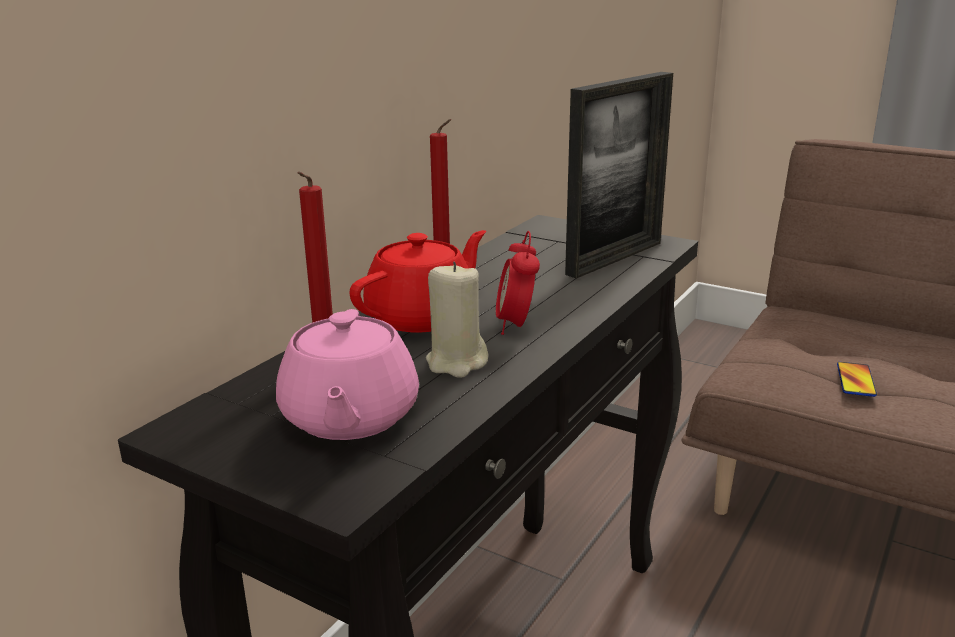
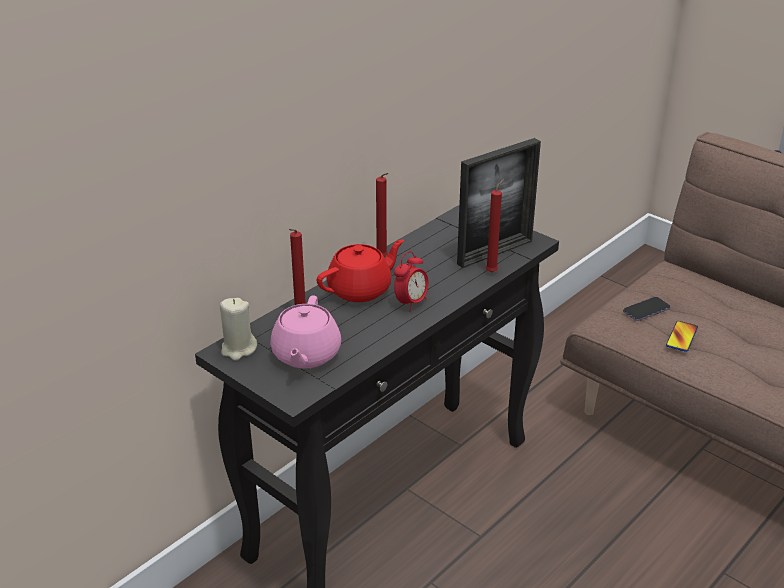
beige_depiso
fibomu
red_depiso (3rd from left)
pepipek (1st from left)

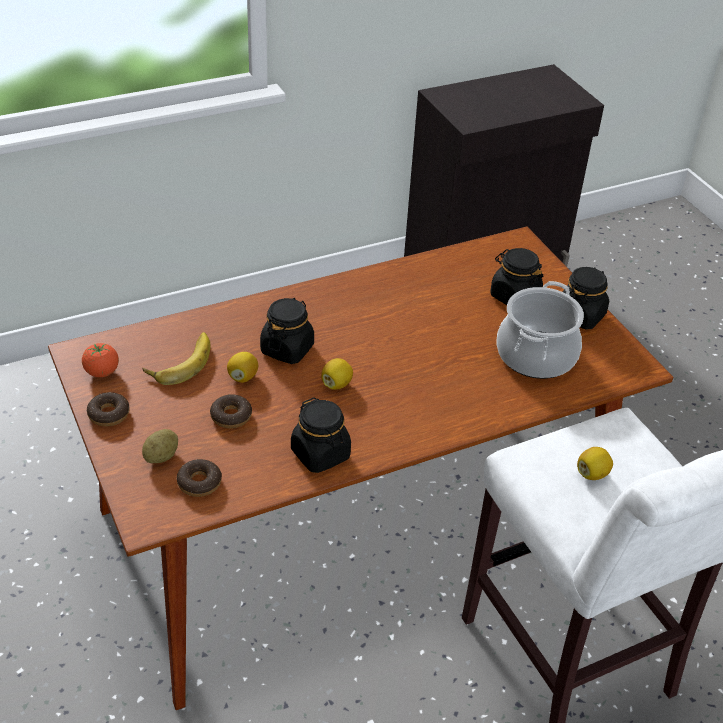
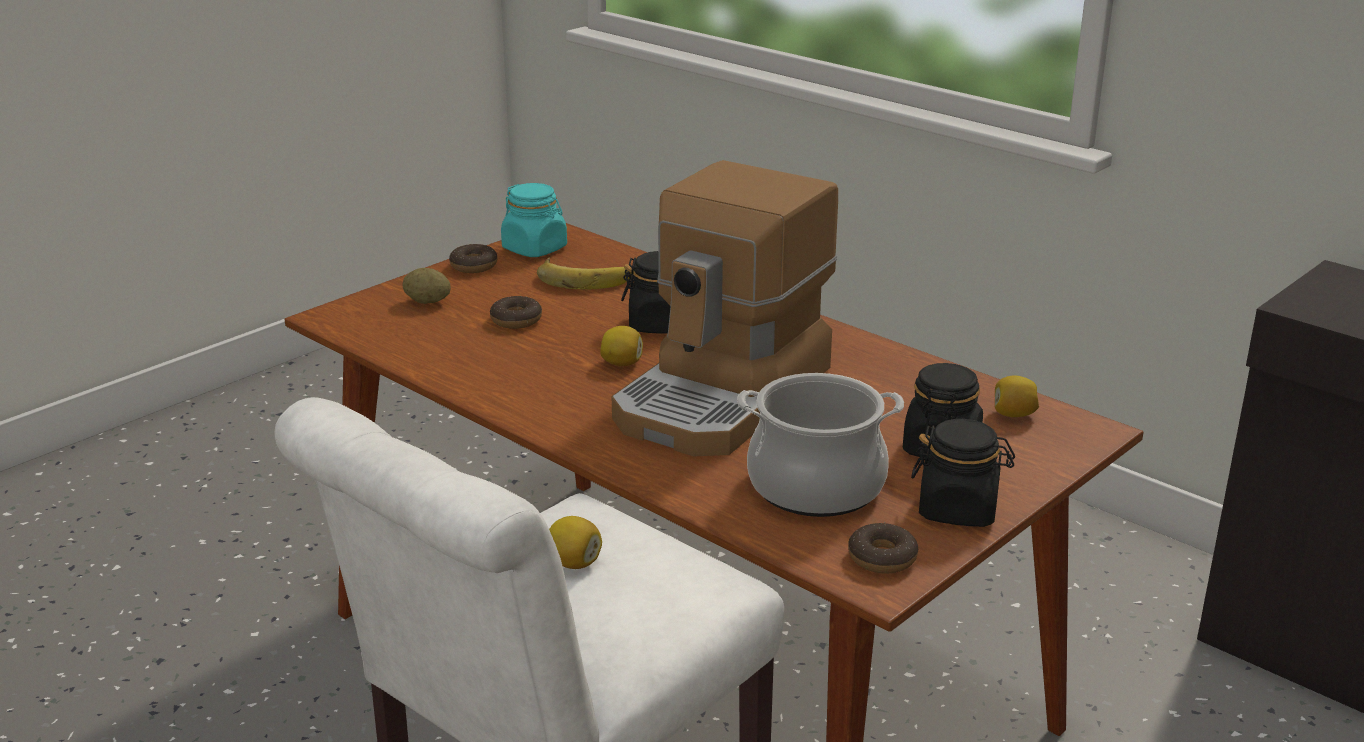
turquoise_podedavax
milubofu (3rd from left)
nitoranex (3rd from left)
black_podedavax (2nd from left in the first image)
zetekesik

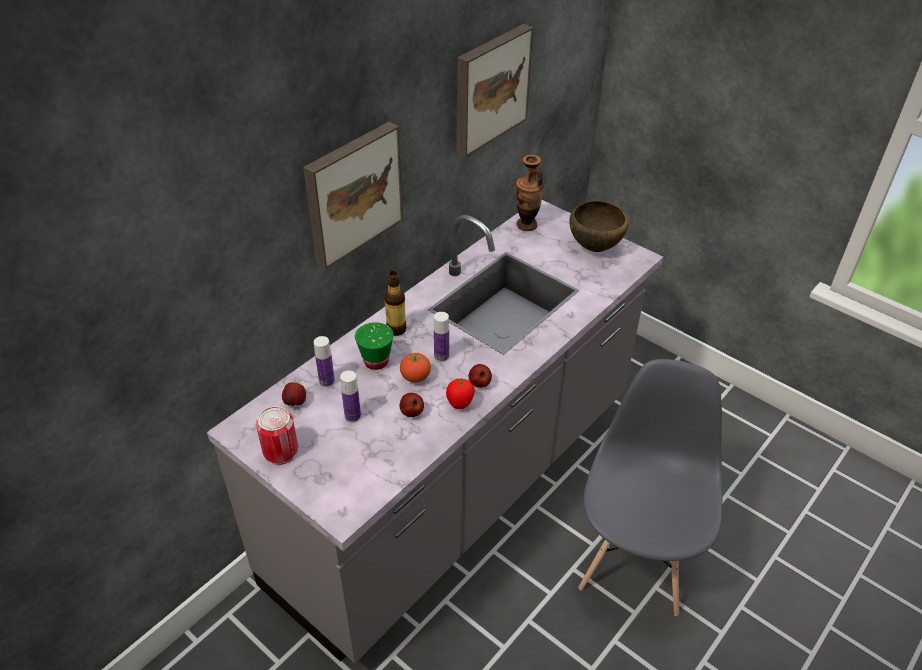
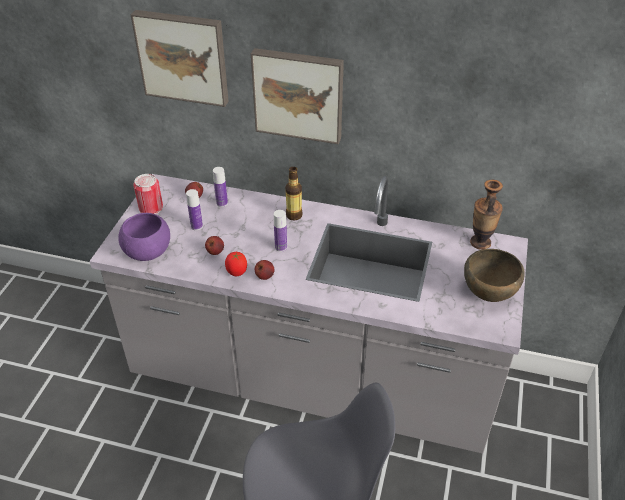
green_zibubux
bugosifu (1st from left in the first image)
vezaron (1st from left)
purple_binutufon

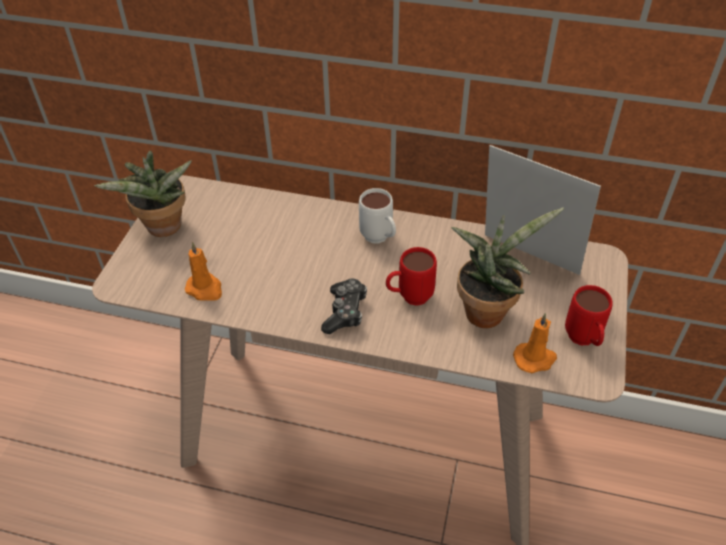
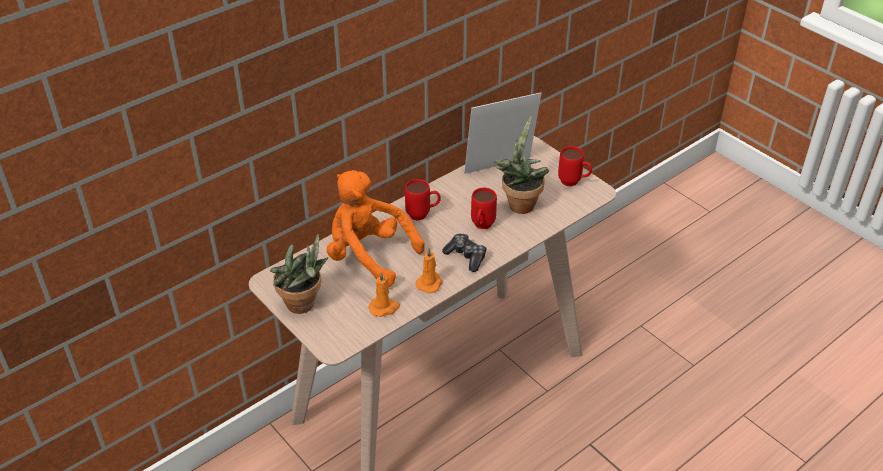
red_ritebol (1st from left)
orange_depiso (2nd from left)
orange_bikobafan

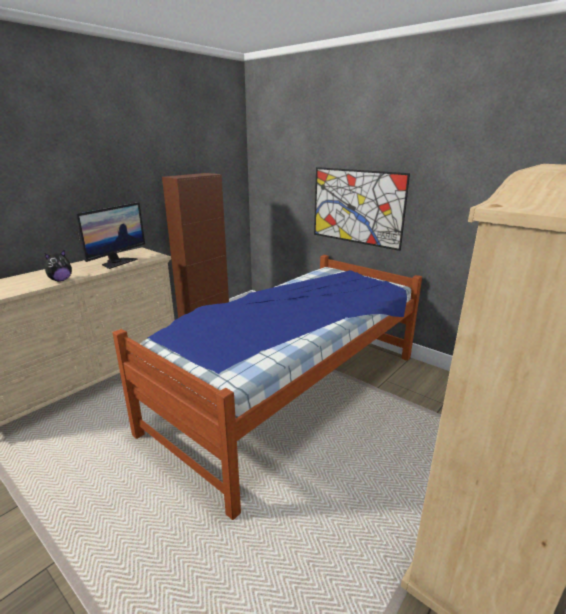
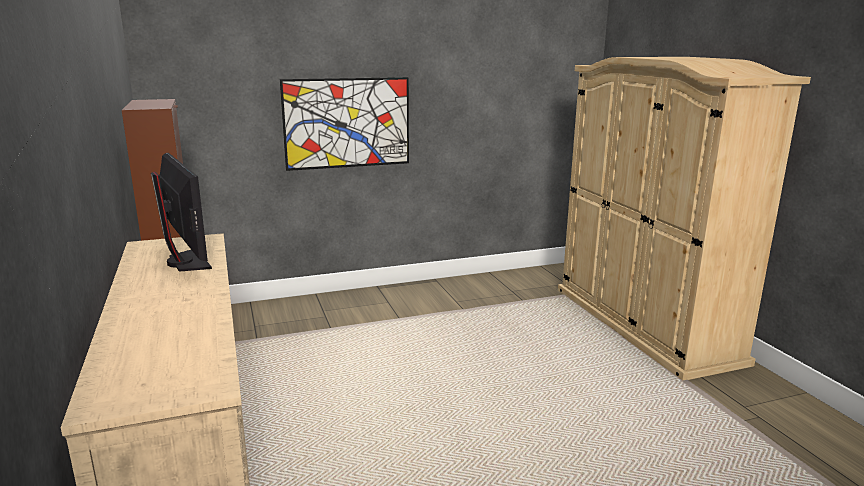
bikobafan
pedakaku

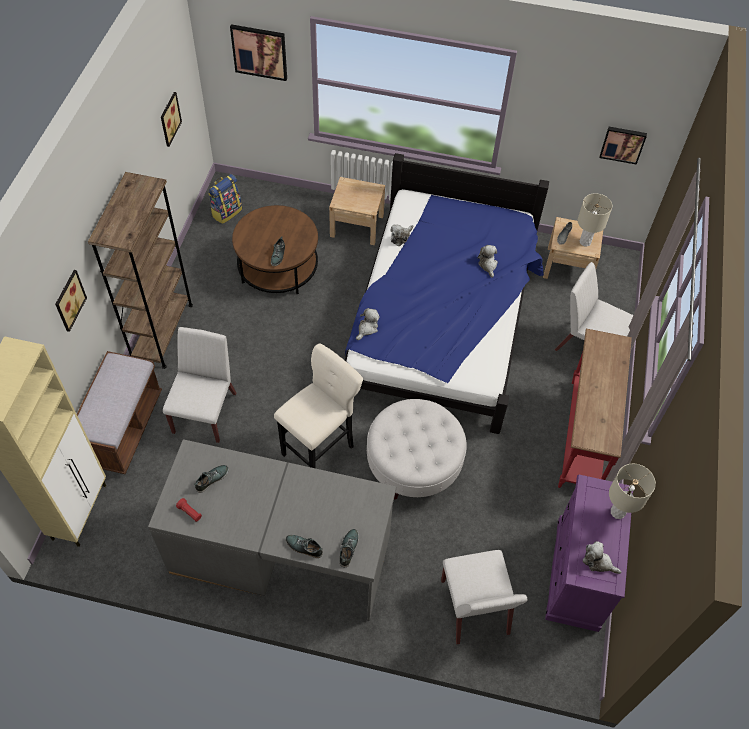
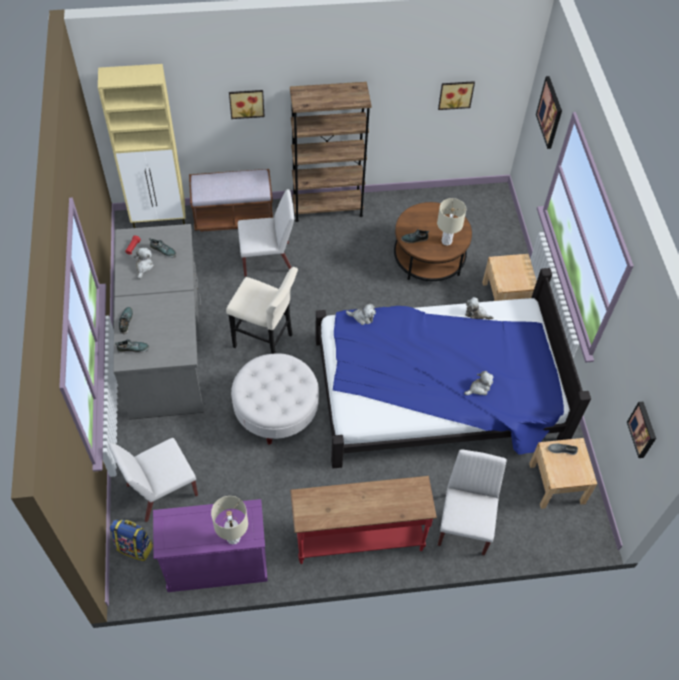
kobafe
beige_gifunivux (2nd from left)
bikobafan (1st from left)

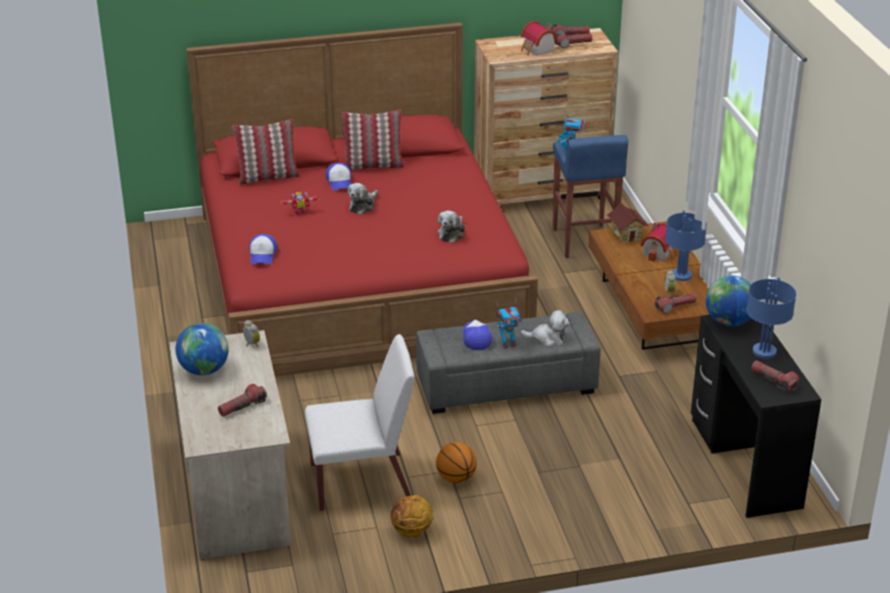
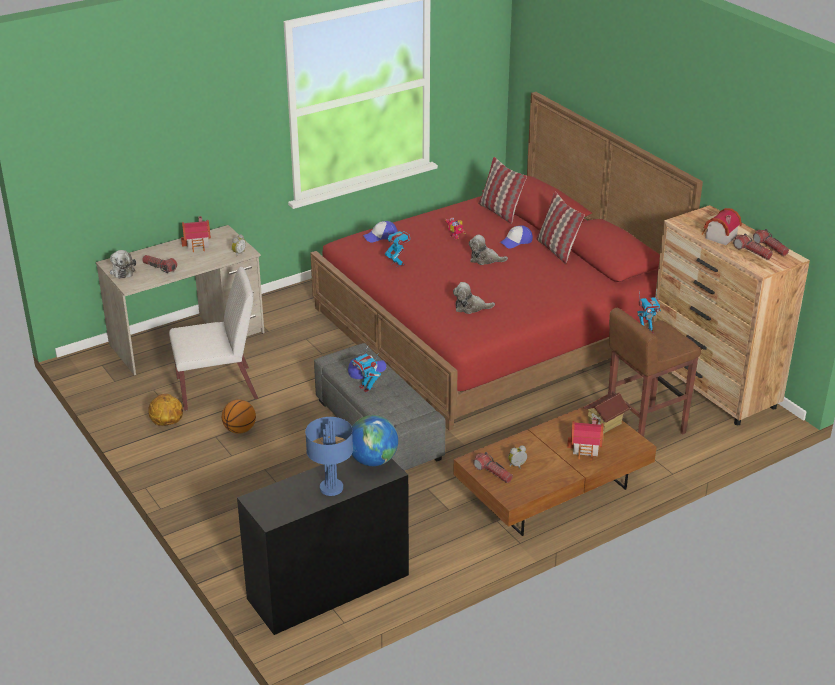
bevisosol (1st from left)
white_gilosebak
bikobafan (1st from left)
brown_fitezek
blue_gifunivux (1st from left in the first image)
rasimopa (5th from left in the first image)
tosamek (2nd from left)

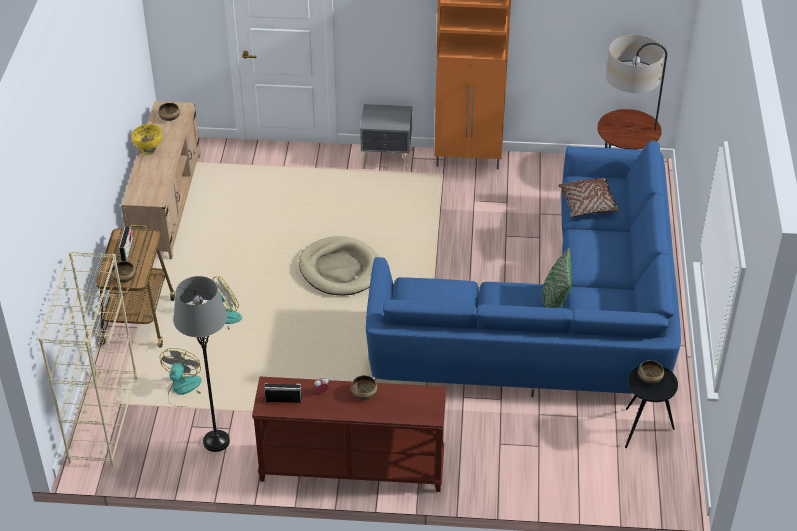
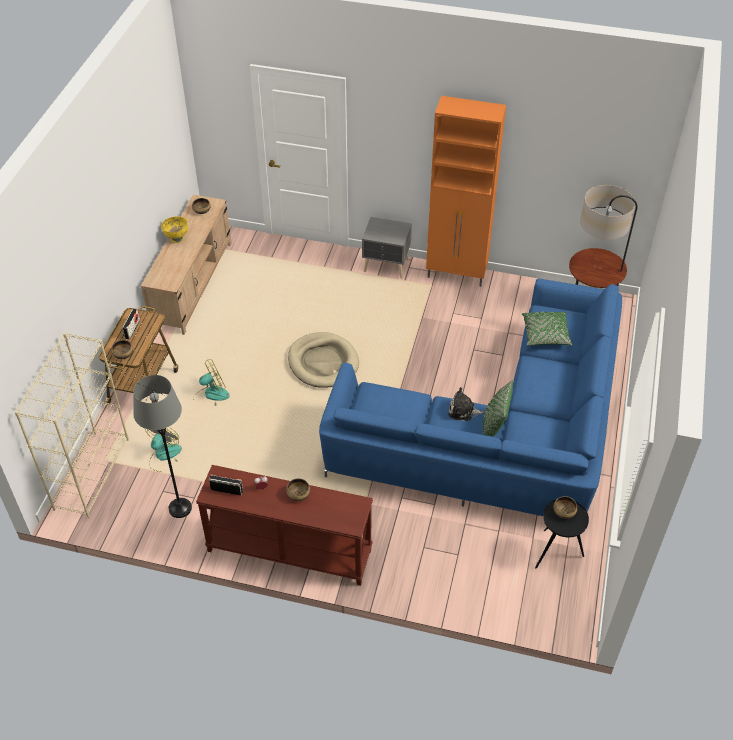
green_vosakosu (2nd from left)
bikobafan

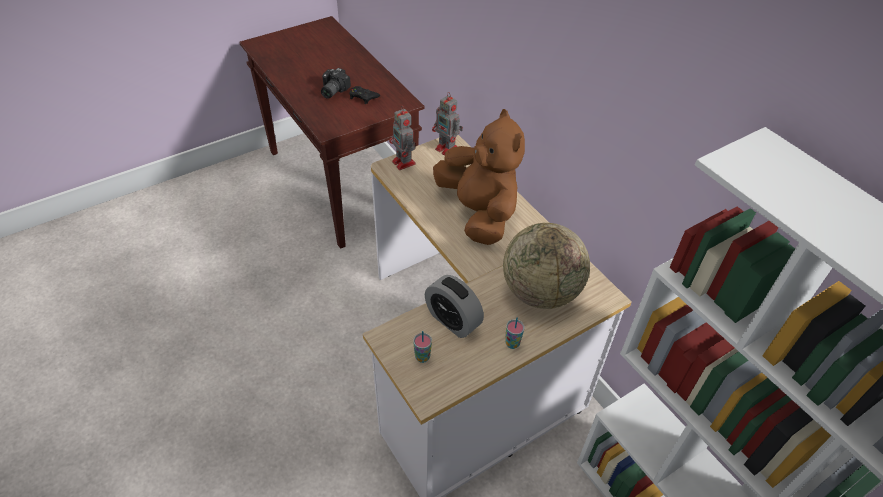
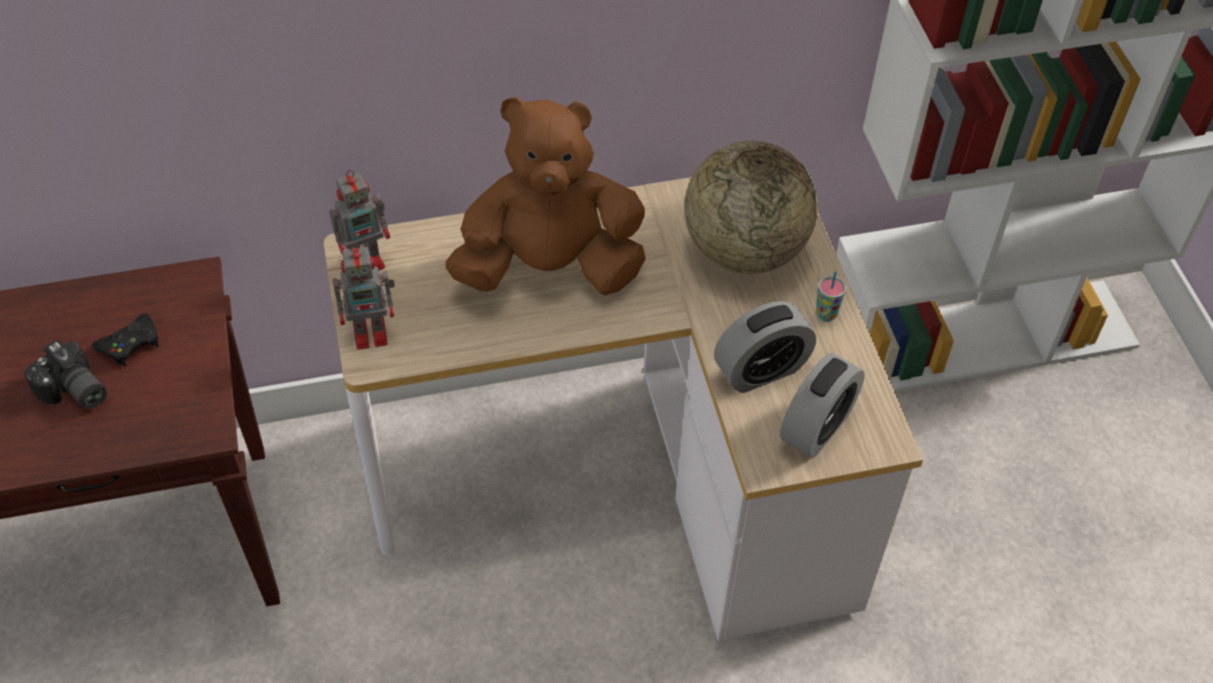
fibomu (2nd from left)

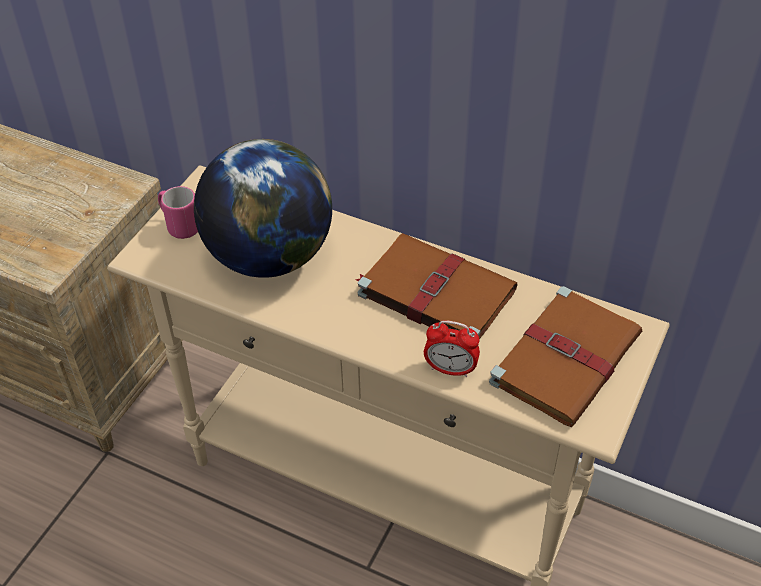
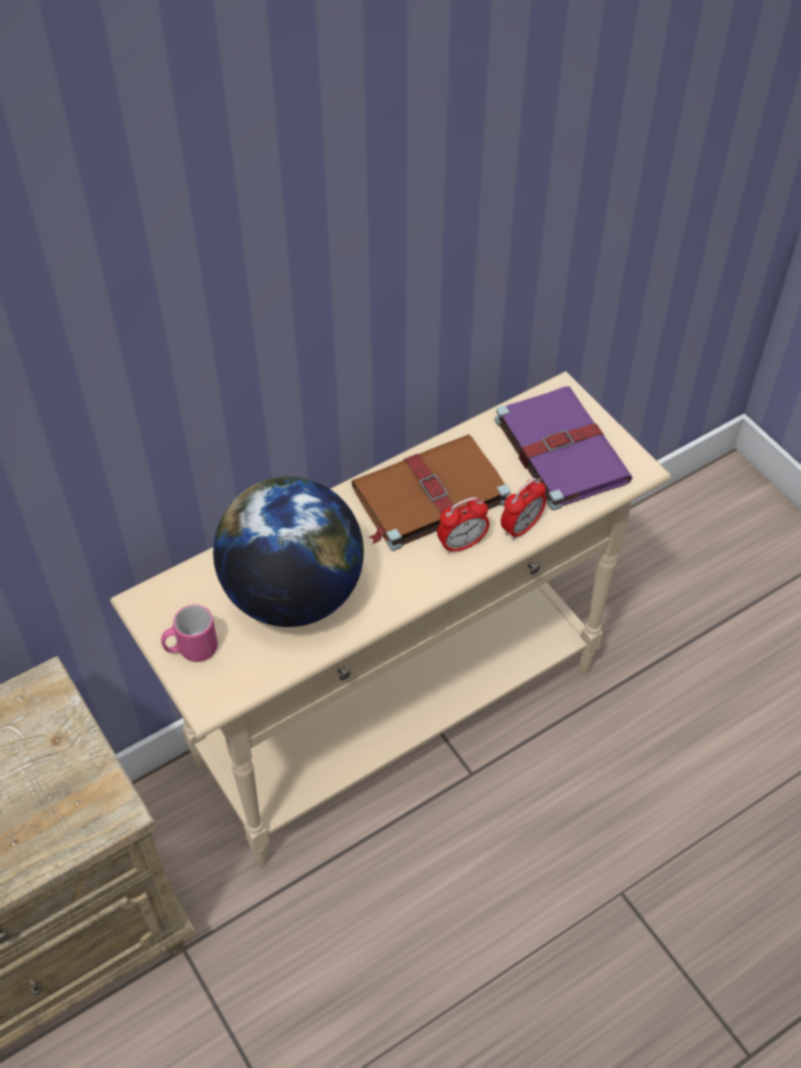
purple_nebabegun
fibomu (1st from left)

